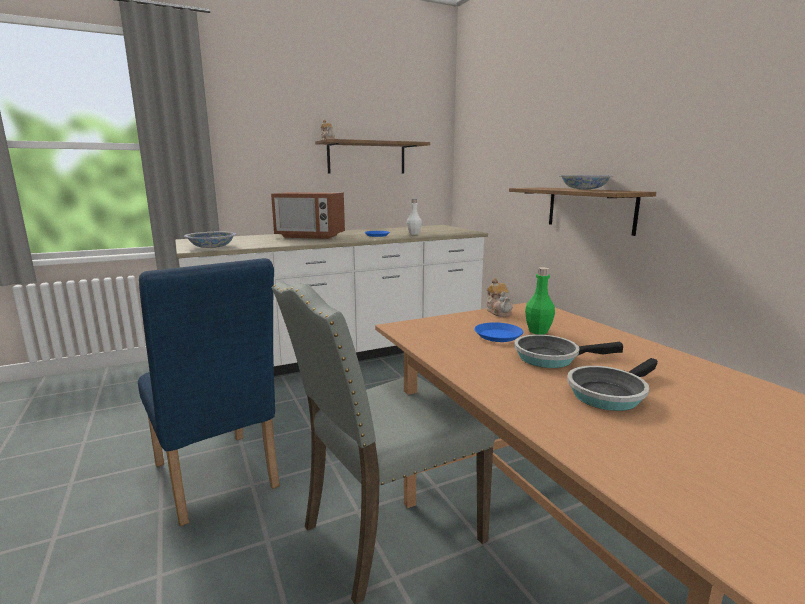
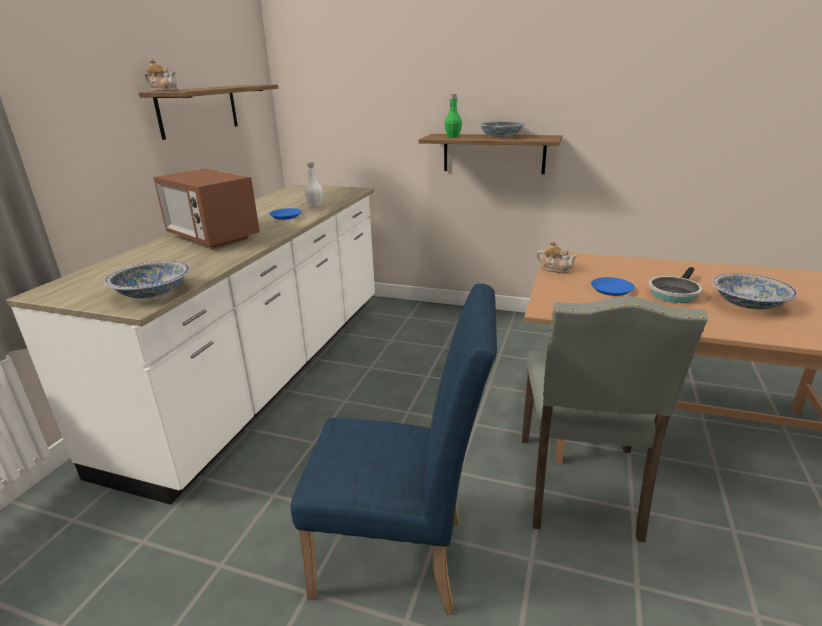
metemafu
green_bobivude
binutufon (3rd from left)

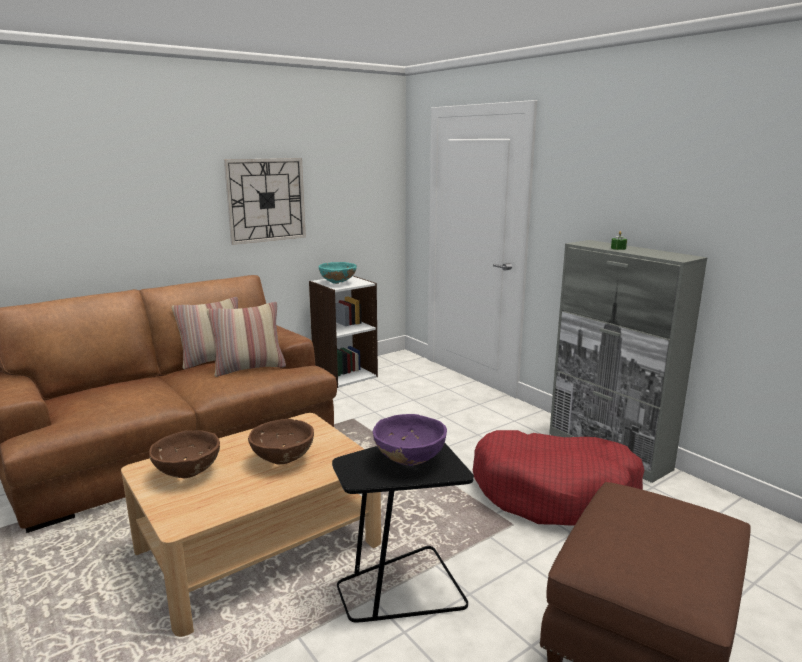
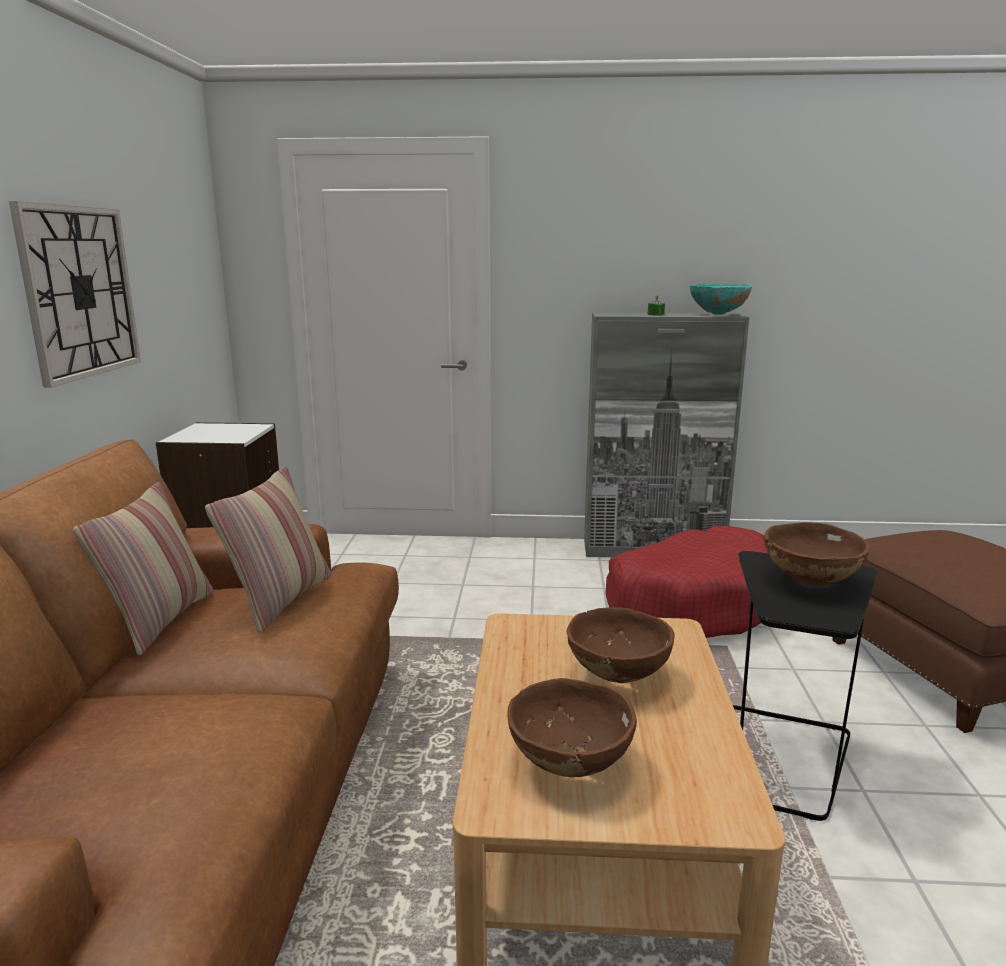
turquoise_binutufon
brown_binutufon (3rd from left)

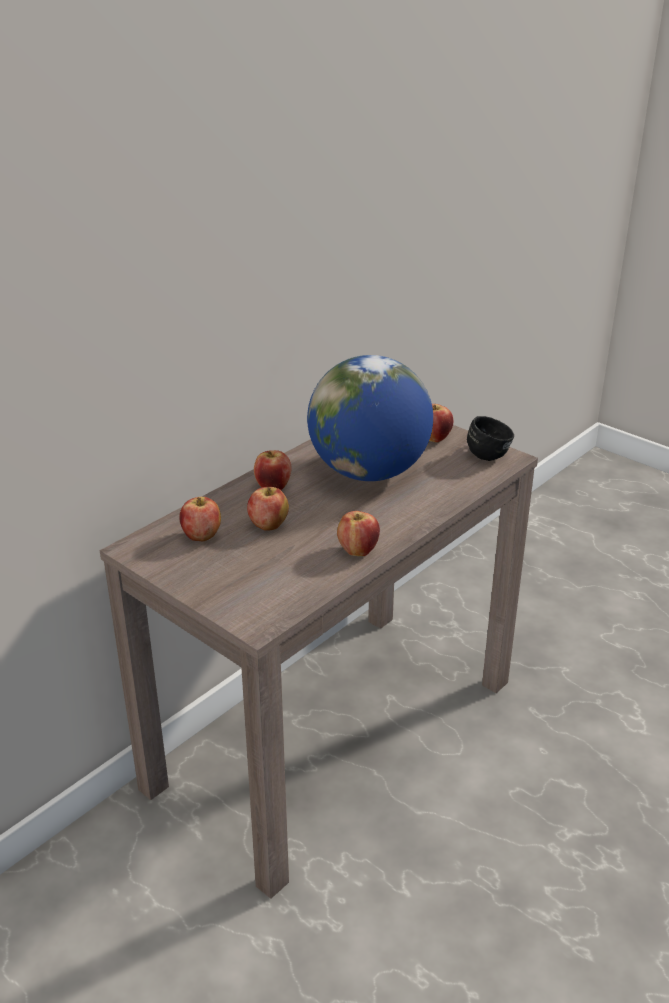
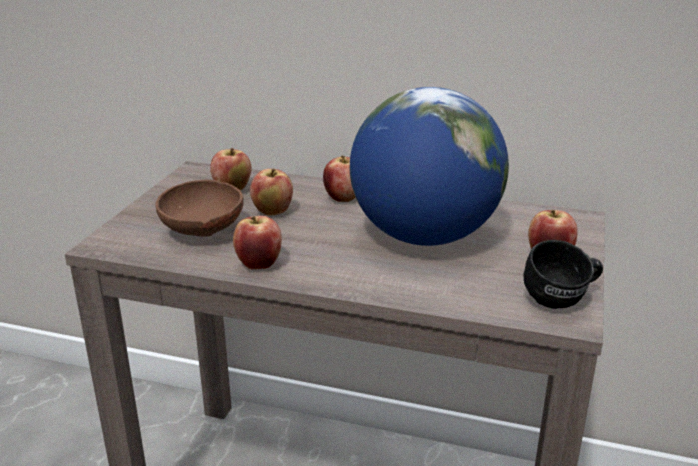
brown_binutufon

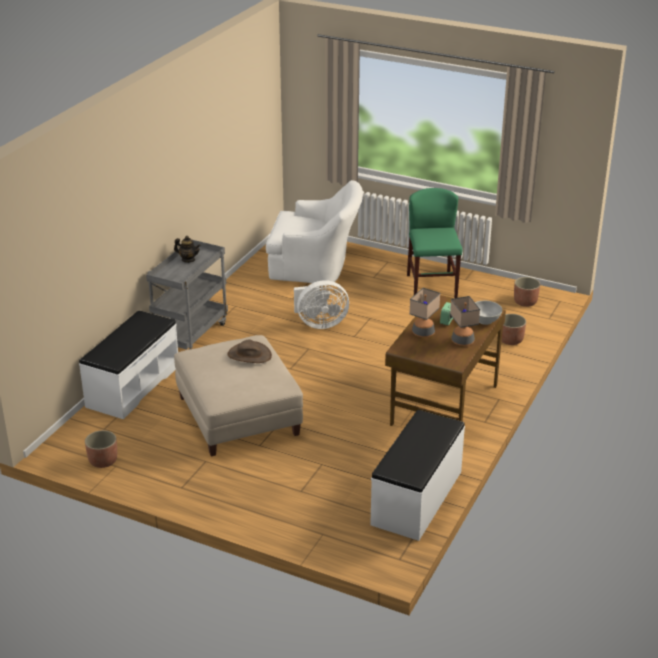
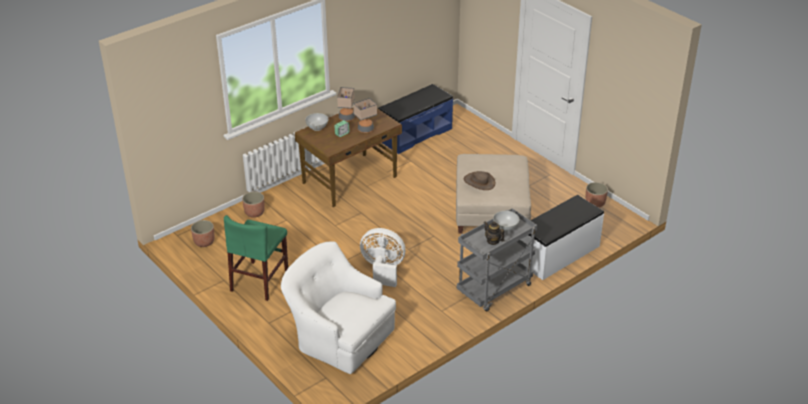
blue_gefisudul
white_binutufon (2nd from left)

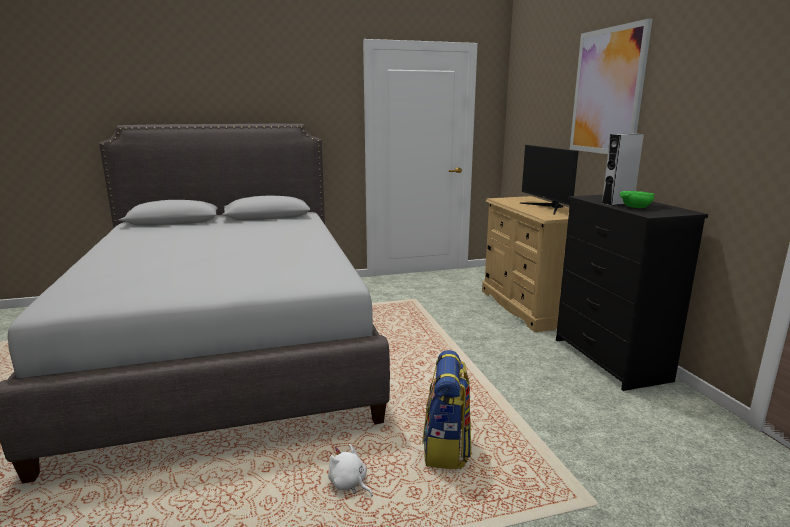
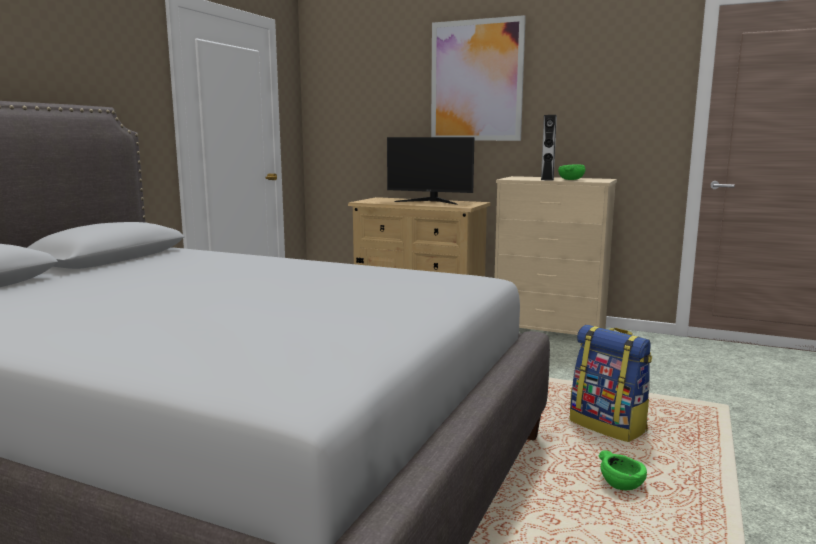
green_binutufon (2nd from left)
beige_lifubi (2nd from left)

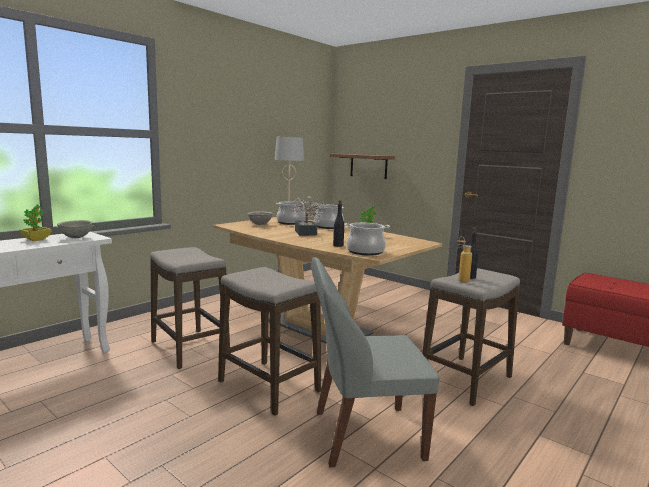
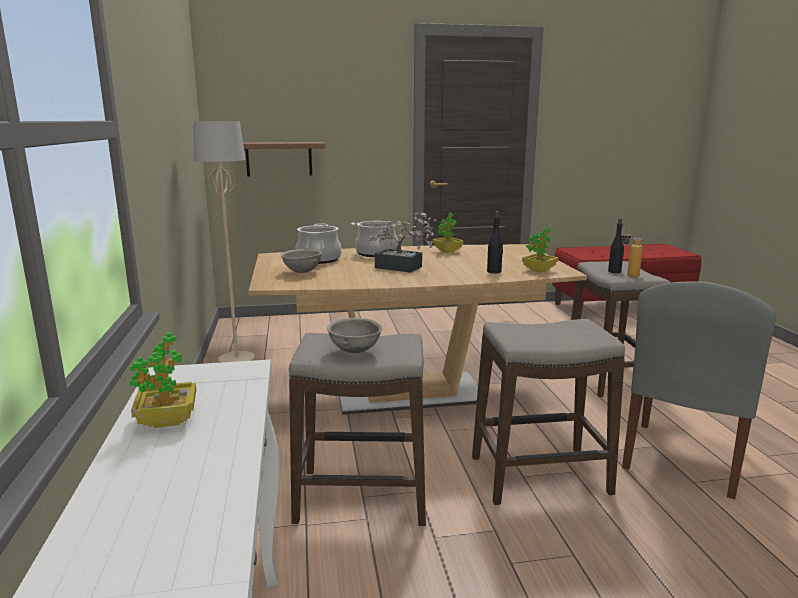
grey_binutufon (2nd from left)
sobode (4th from left)

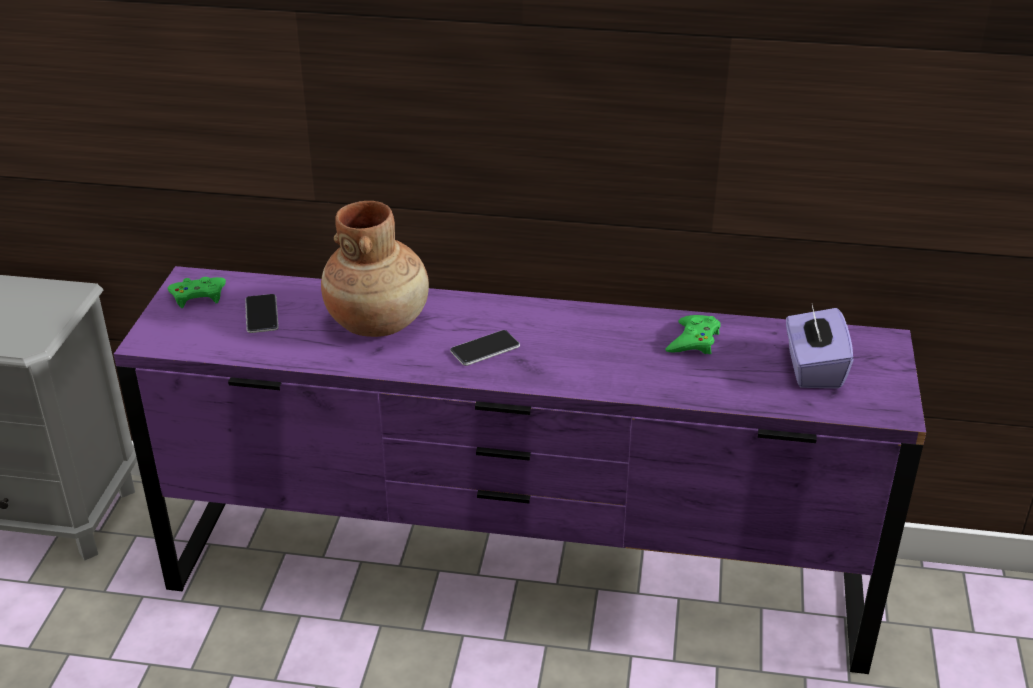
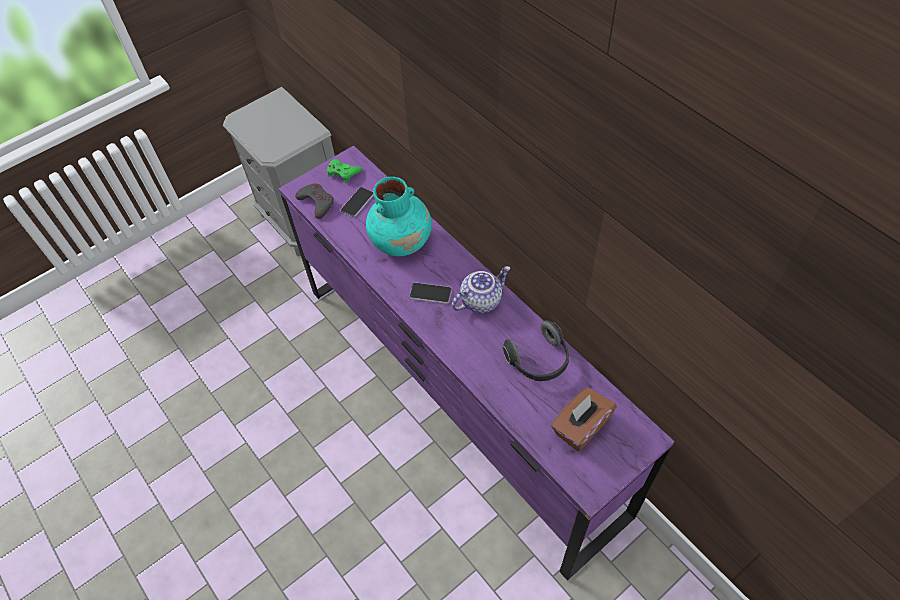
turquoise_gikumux
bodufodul
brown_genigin
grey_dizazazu
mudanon

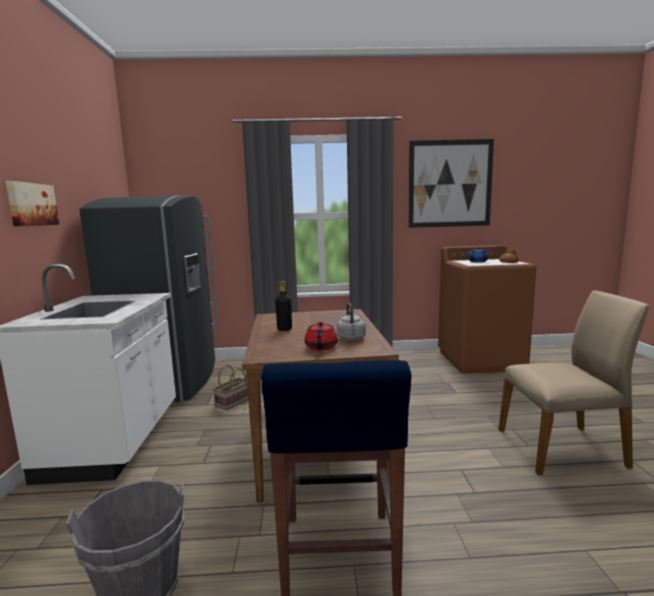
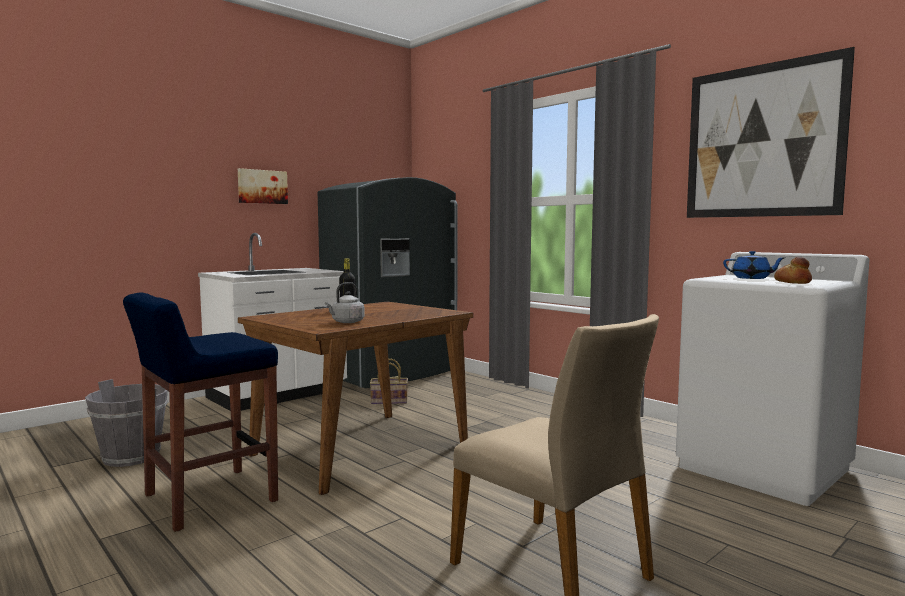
red_mudanon
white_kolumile

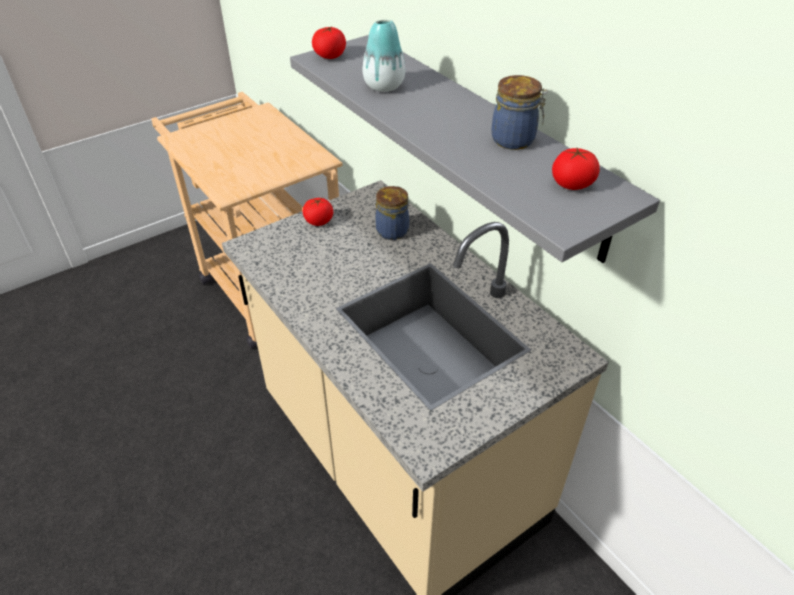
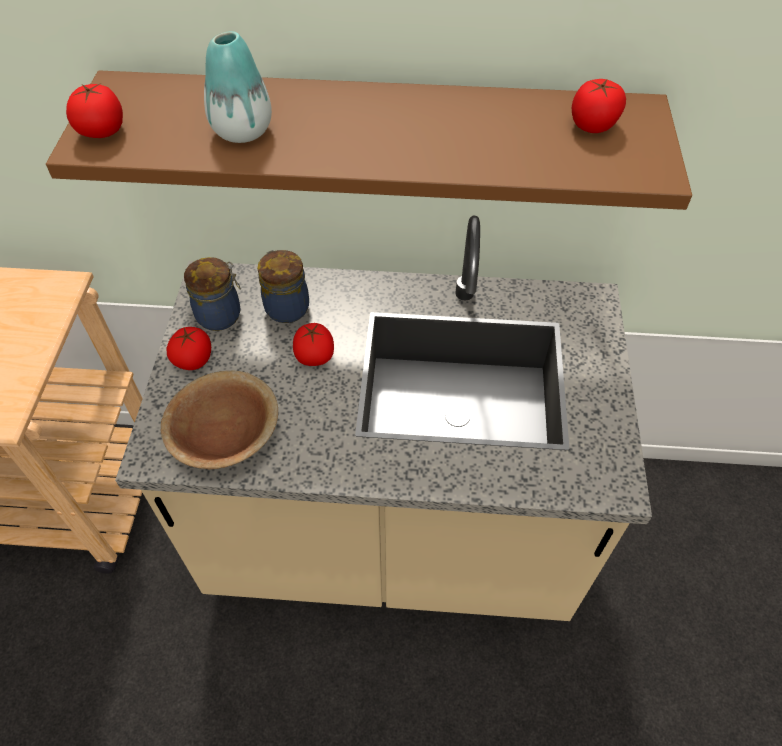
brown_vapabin
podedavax (1st from left)
brown_binutufon
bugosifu (3rd from left)

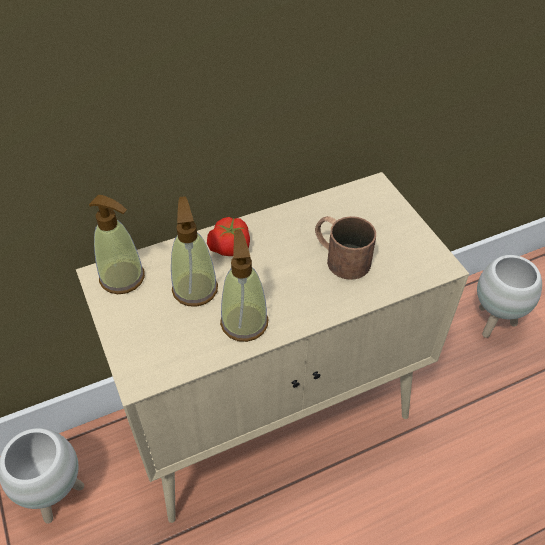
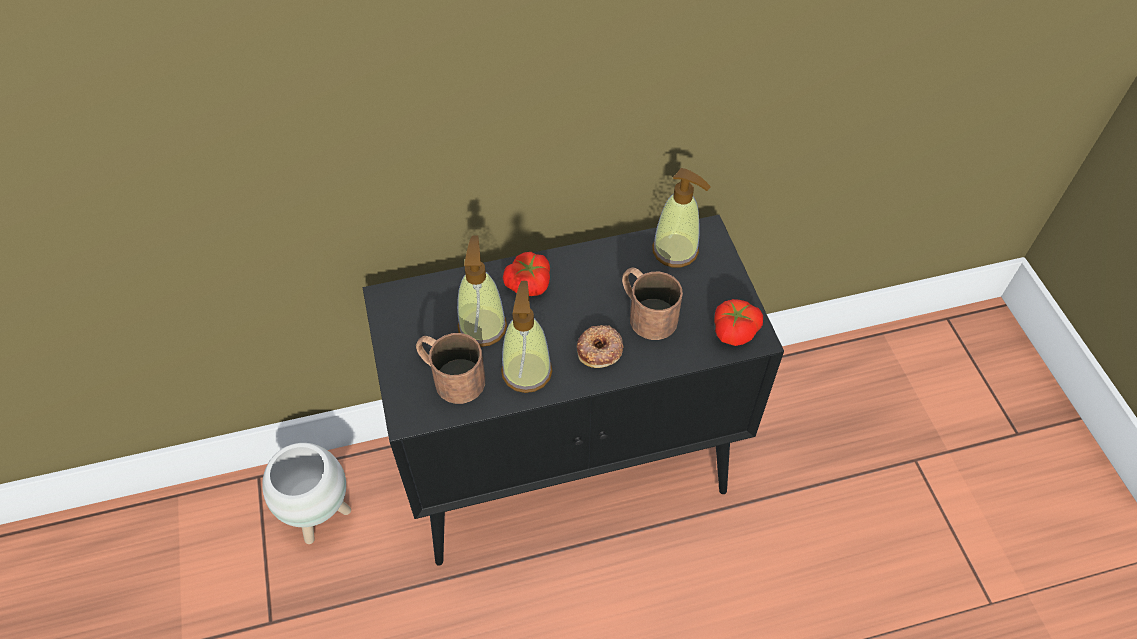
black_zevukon
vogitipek (3rd from left)
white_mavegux (2nd from left in the first image)
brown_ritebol (1st from left)
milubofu
bugosifu (2nd from left)

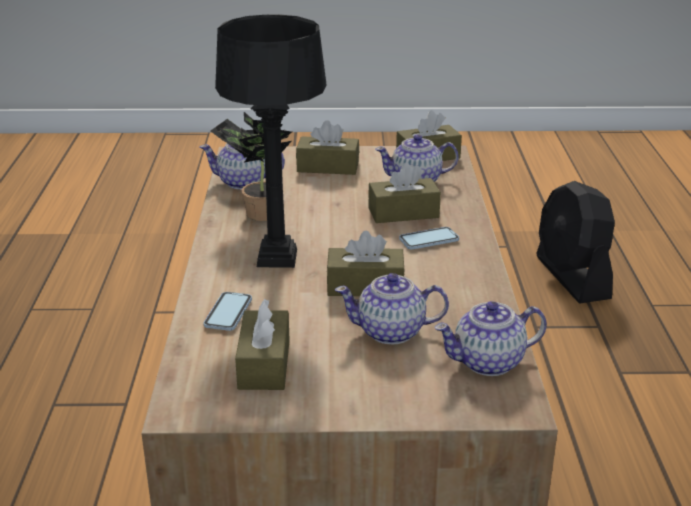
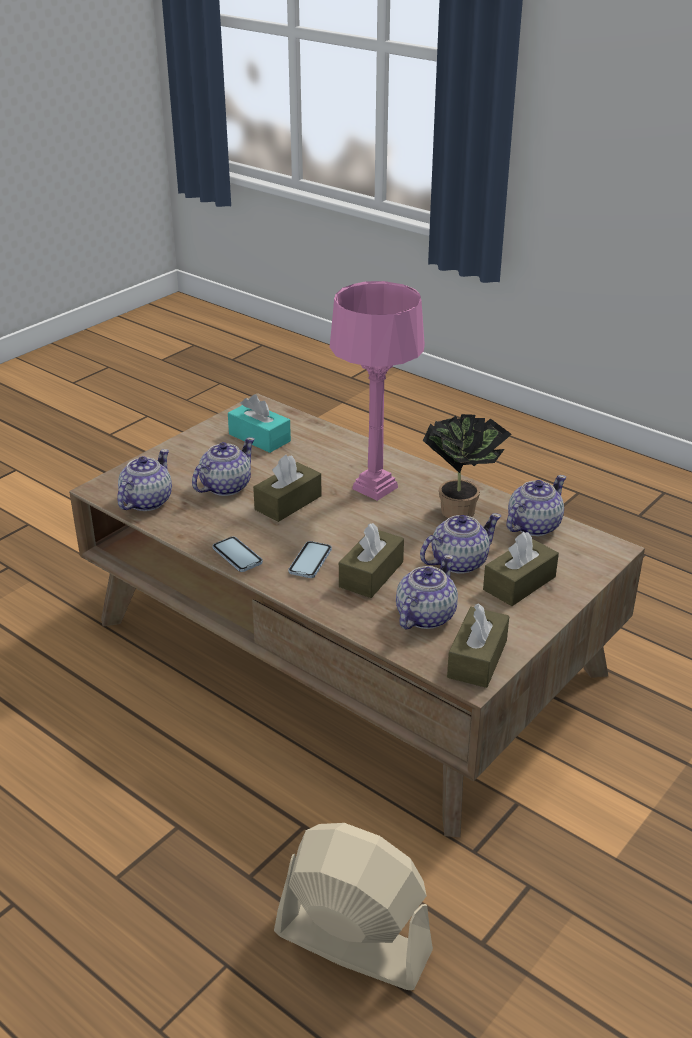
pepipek (1st from left)
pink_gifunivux
turquoise_genigin
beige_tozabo
mudanon (4th from left)

